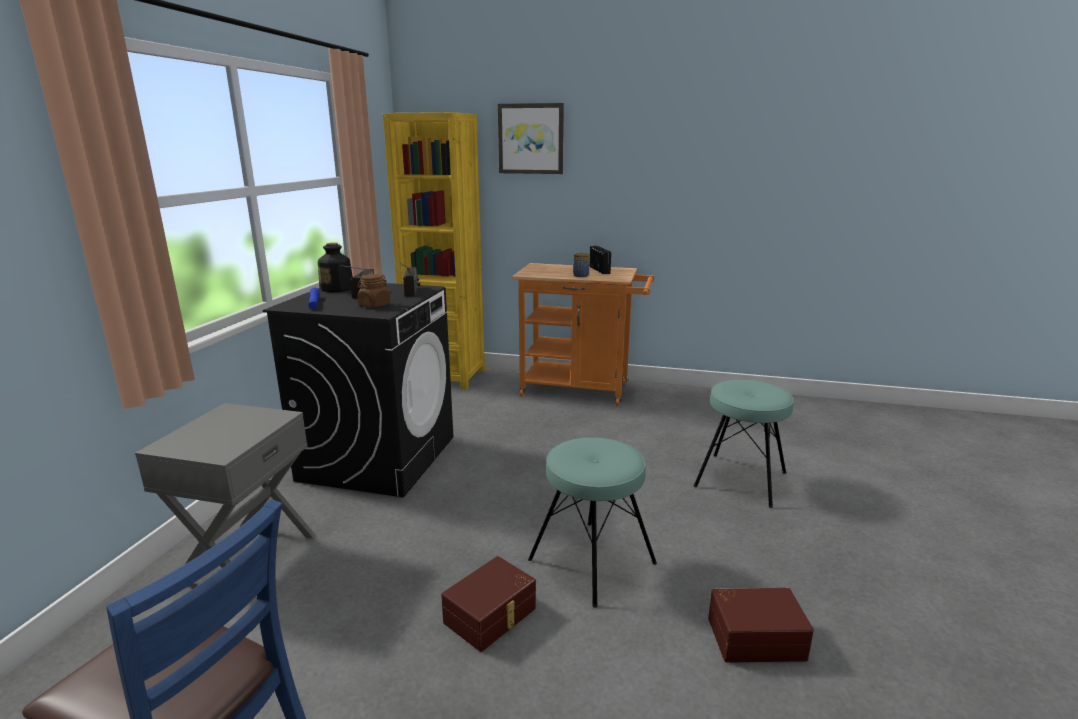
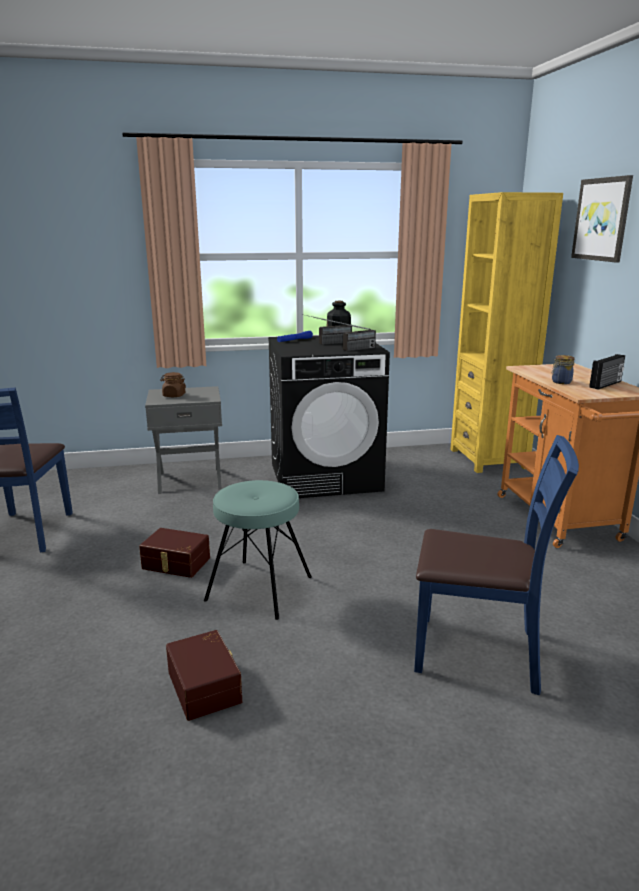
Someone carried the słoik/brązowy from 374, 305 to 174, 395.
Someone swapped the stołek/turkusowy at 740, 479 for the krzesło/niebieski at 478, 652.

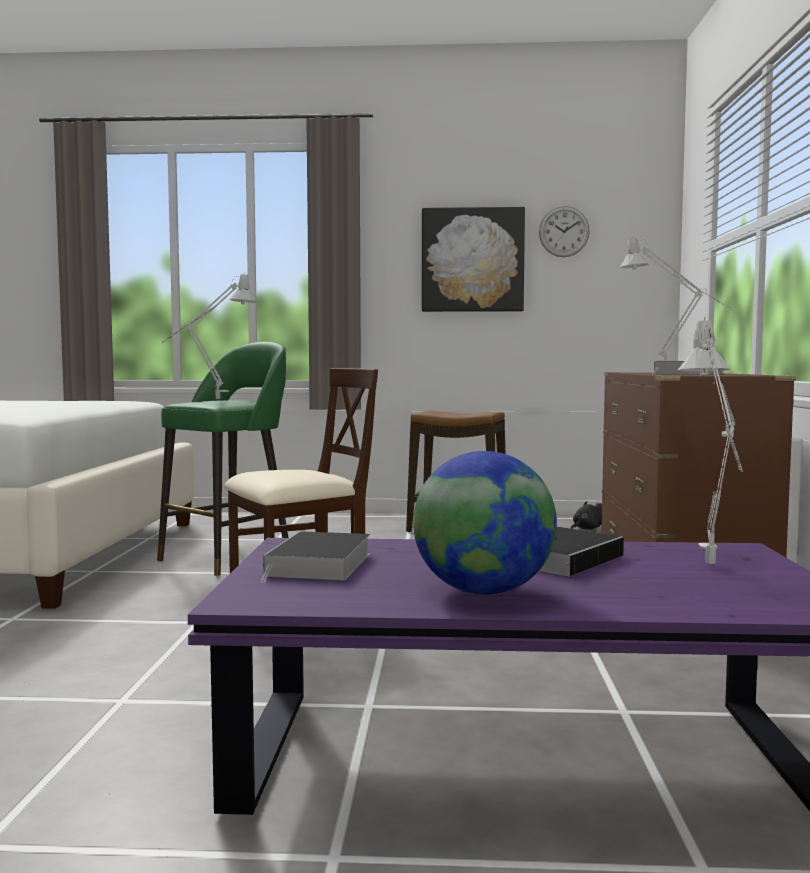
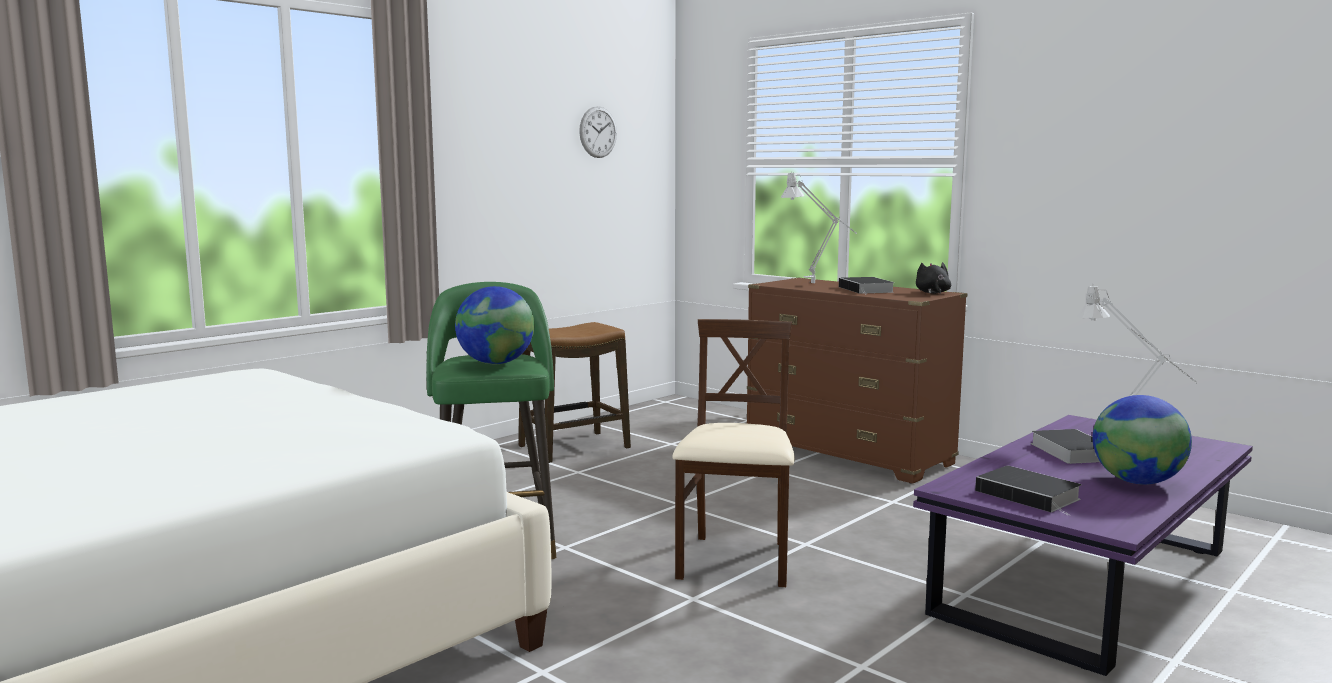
Someone swapped the lampa stołowa/szary at 211, 401 for the globus at 496, 363.
Someone carried the pluszak/czarny from 586, 529 to 932, 293.
Someone took away the obraz at 472, 260.

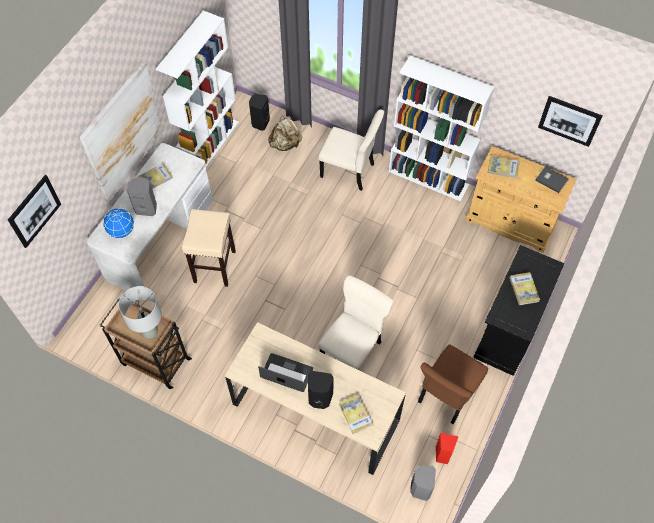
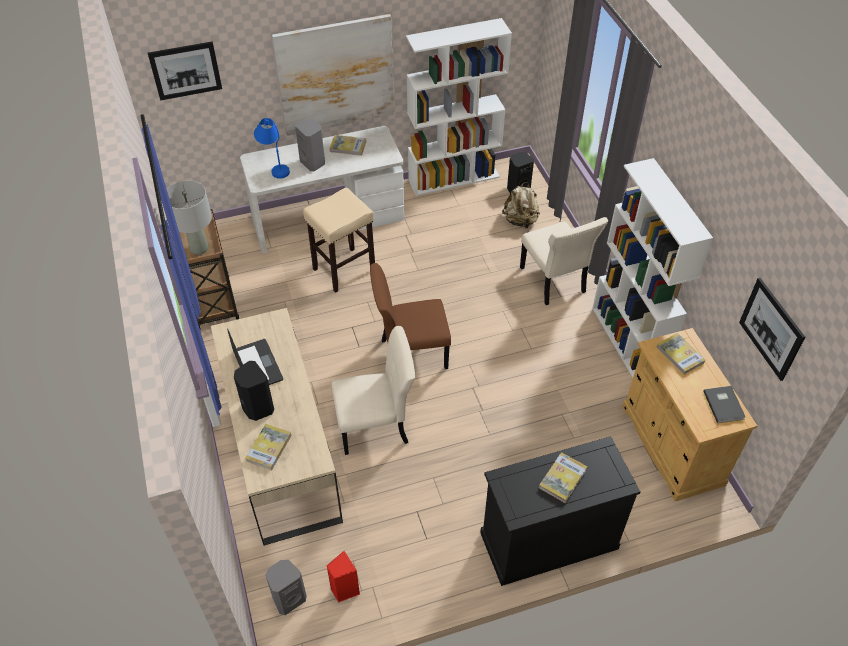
Someone swapped the globus at 122, 231 for the lampa stołowa/niebieski at 275, 165.
Someone carried the krzesło/brązowy from 446, 395 to 410, 354.

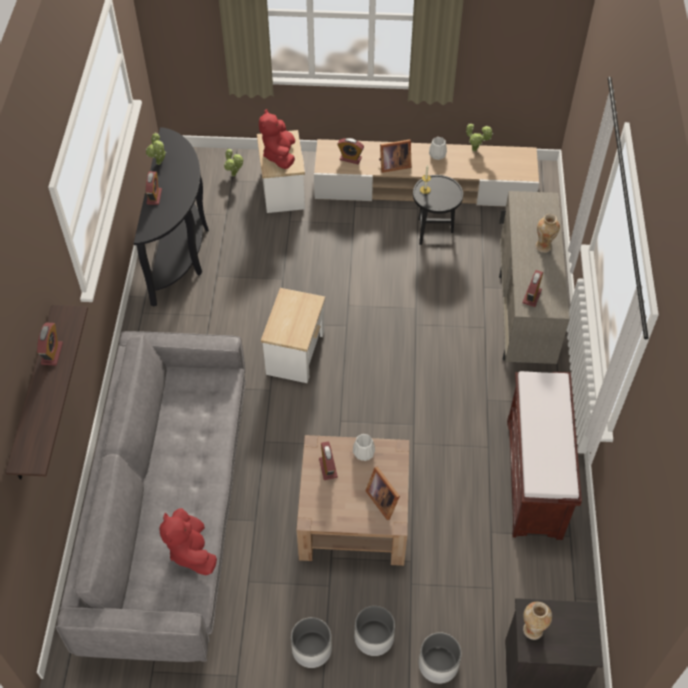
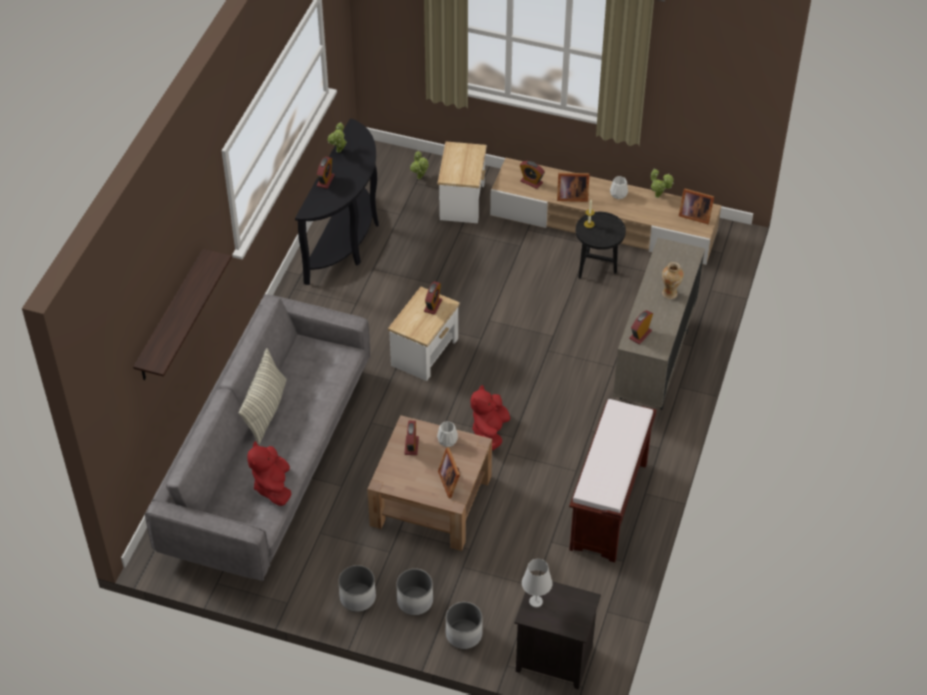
Someone put down the poduszka at 265, 410.
Someone carried the budzik from 52, 353 to 433, 306.
Someone carried the pluszak/czerwony from 279, 155 to 490, 431.
Someone swapped the wazon at 532, 629 for the lampa stołowa/biały at 536, 601.
Someone put down the ramka na zdjęcie at 694, 215.

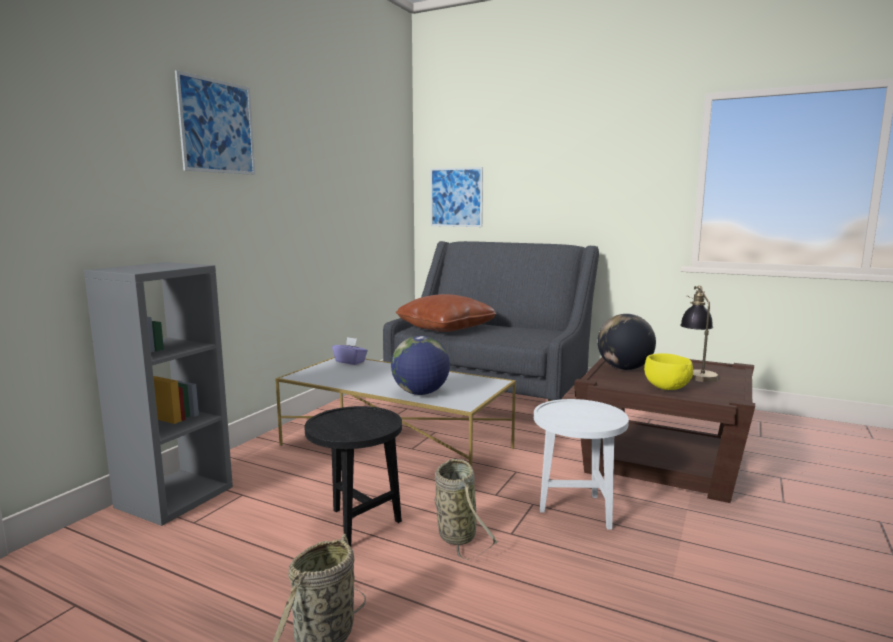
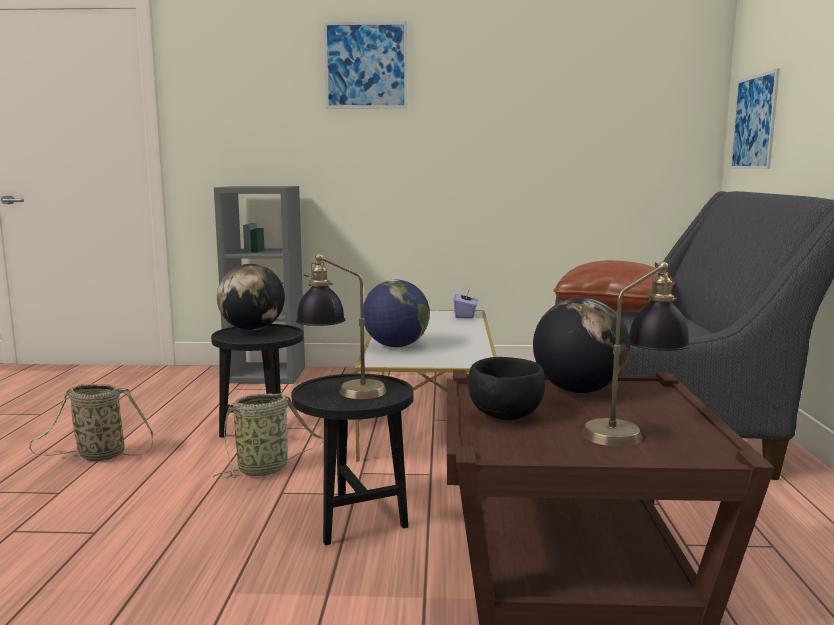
Someone put down the globus at 252, 329.
Someone repainted the stolik/biały at 575, 511, which became the stolik/czarny at 355, 519.
Someone put down the lampa stołowa at 342, 391.
Someone repainted the miska/żółty at 666, 388, which became the miska/czarny at 504, 416.

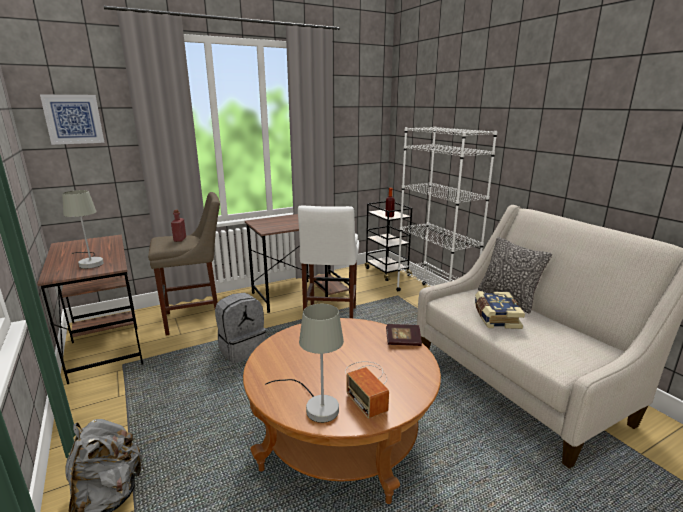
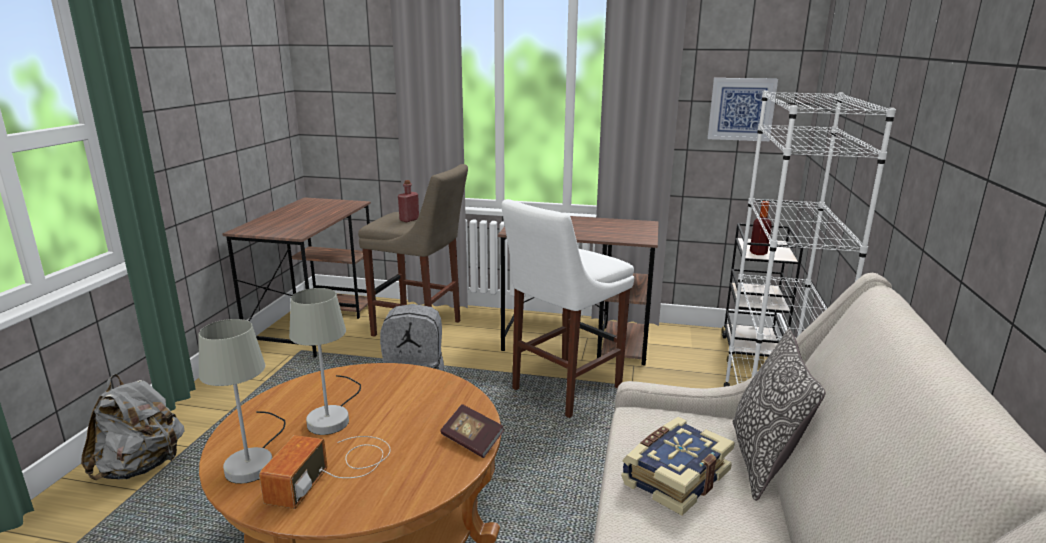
Someone carried the lampa stołowa/szary from 90, 262 to 333, 415.
Someone carried the obraz from 73, 119 to 741, 109.

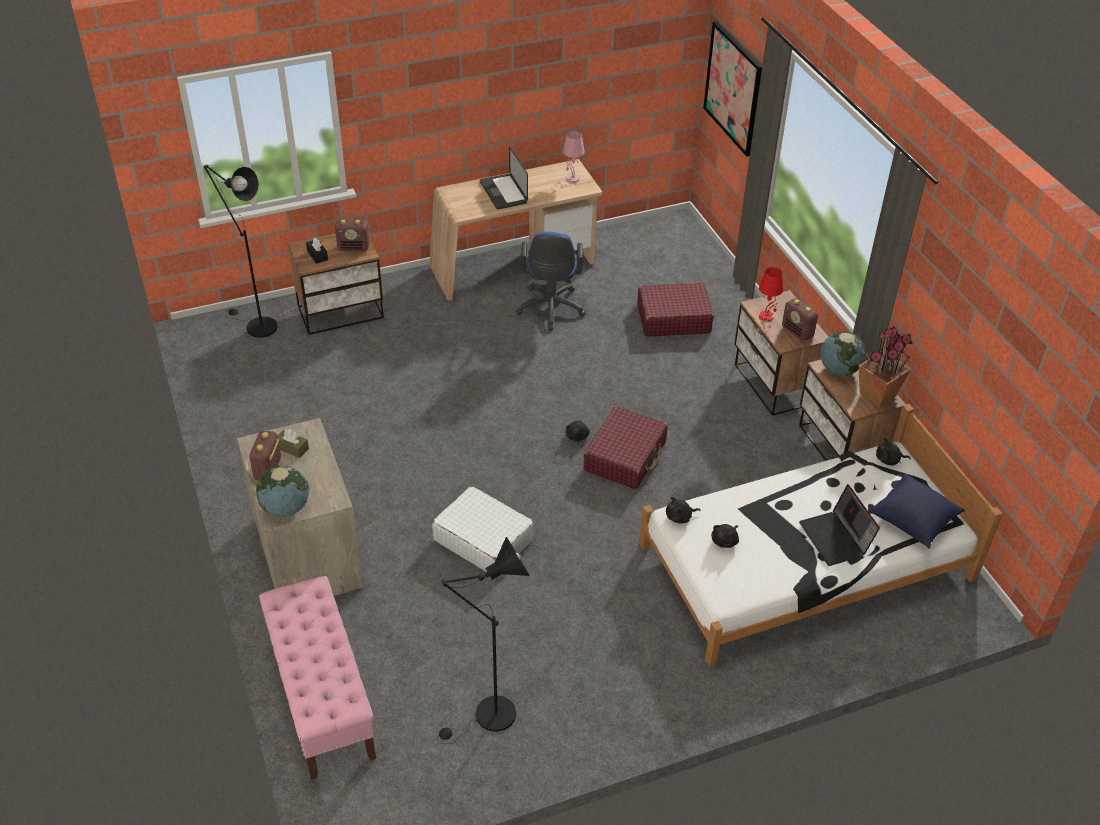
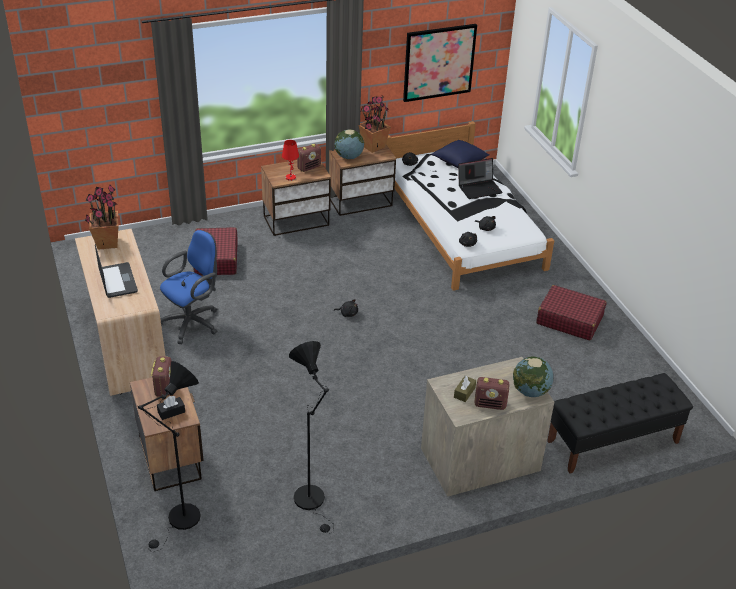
Someone swapped the lampa stołowa/różowy at 572, 179 for the roślina doniczkowa at 107, 243.
Someone rotated the laptop at 503, 192 by 90 degrees counterclockwise.
Someone rotated the krzesło biurowe/niebieski at 550, 310 by 45 degrees counterclockwise.
Someone carried the lampa stojąca/czarny from 488, 718 to 312, 502.
Someone carried the obraz from 733, 88 to 439, 62.
Someone carried the walizka/czerwony from 625, 456 to 569, 320.
Someone repainted the ławka/różowy at 321, 696, which became the ławka/czarny at 612, 442.
Someone took away the walizka/biały at 483, 540.

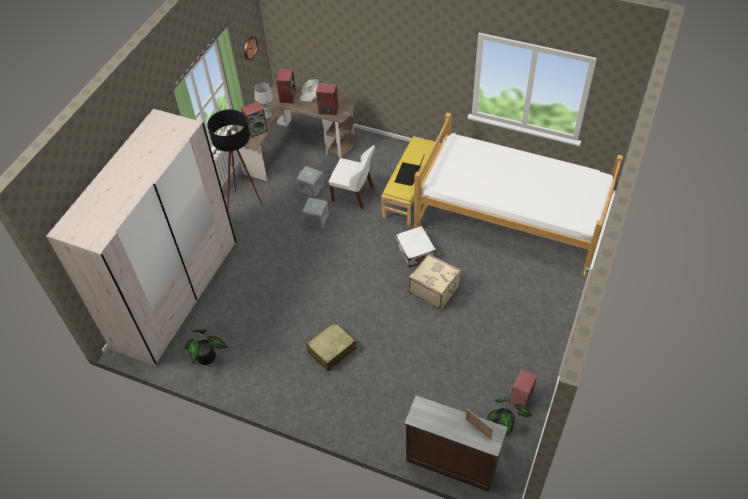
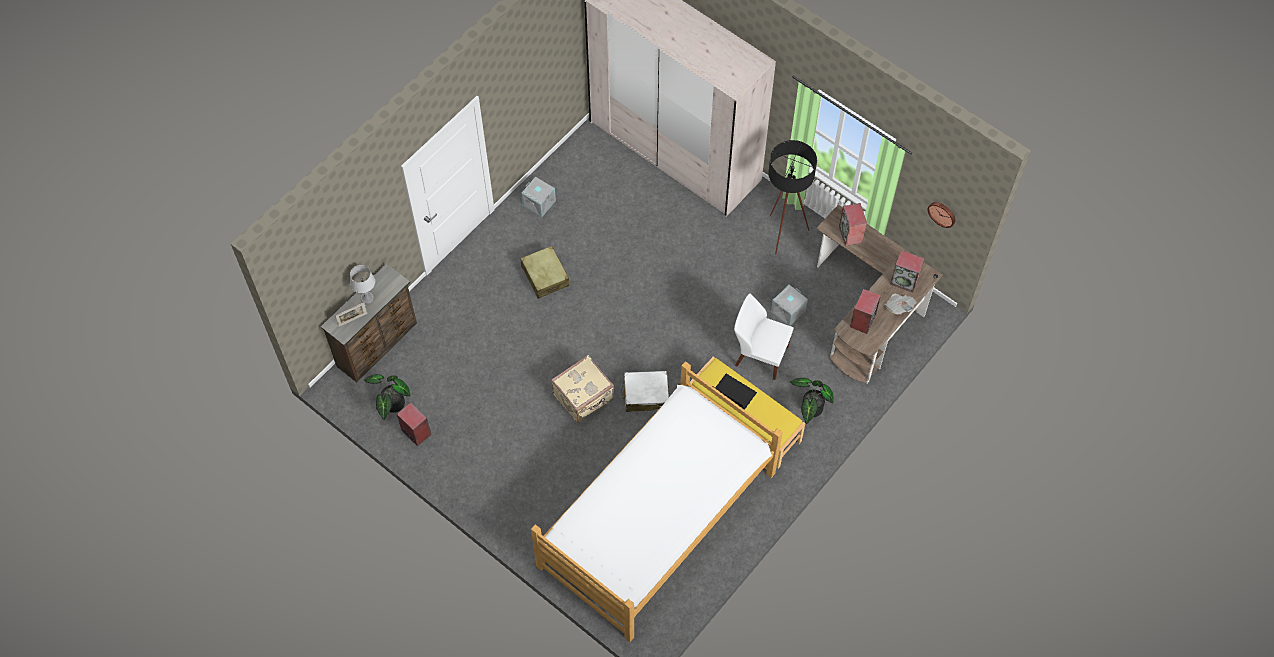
Someone carried the lampa stołowa/szary from 267, 115 to 367, 298.
Someone carried the pojemnik do przechowywania/szary from 316, 219 to 539, 203.
Someone rotated the krzesło/biały at 354, 194 by 75 degrees clockwise.
Someone carried the roślina doniczkowa from 208, 358 to 810, 409.

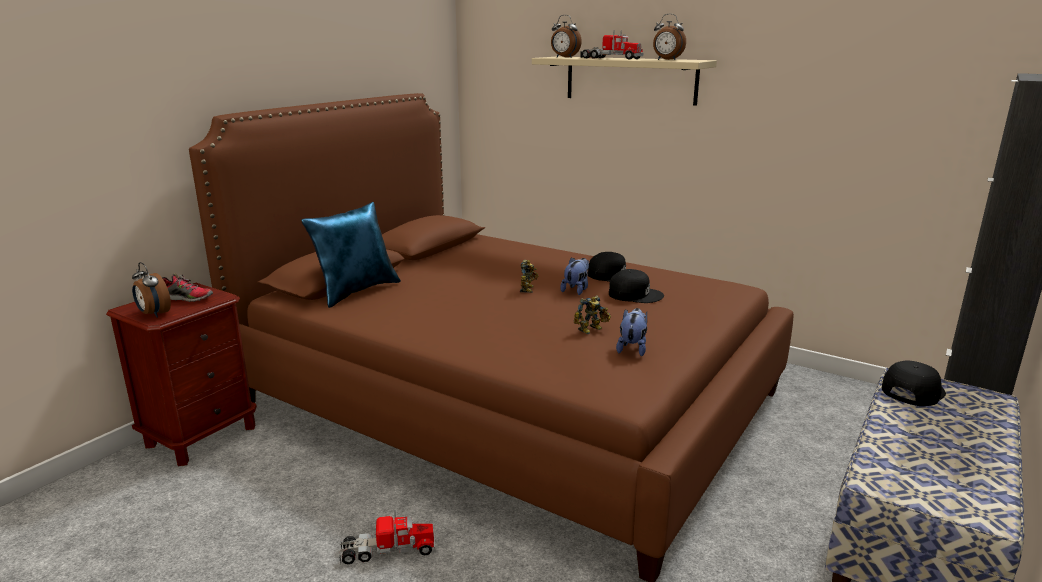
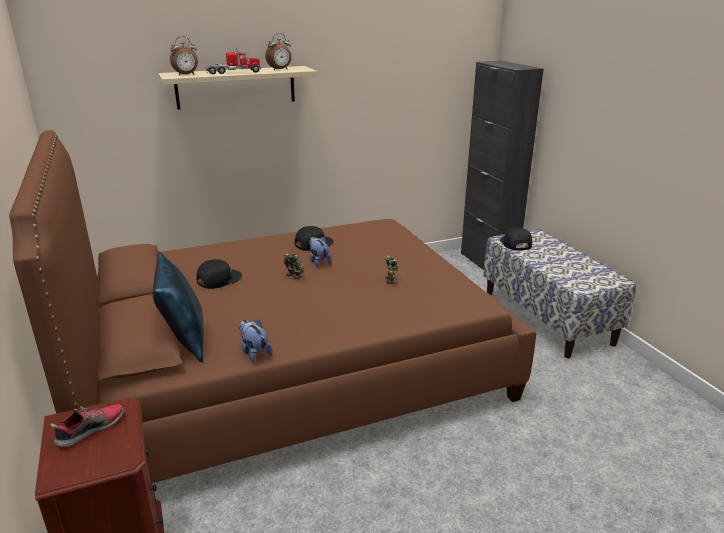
Someone carried the czapka z daszkiem/czarny from 635, 294 to 218, 279.
Someone carried the pluszak from 632, 348 to 254, 353.
Someone took away the budzik at 154, 314.
Someone took away the ciężarówka zabawkowa at 387, 550.

